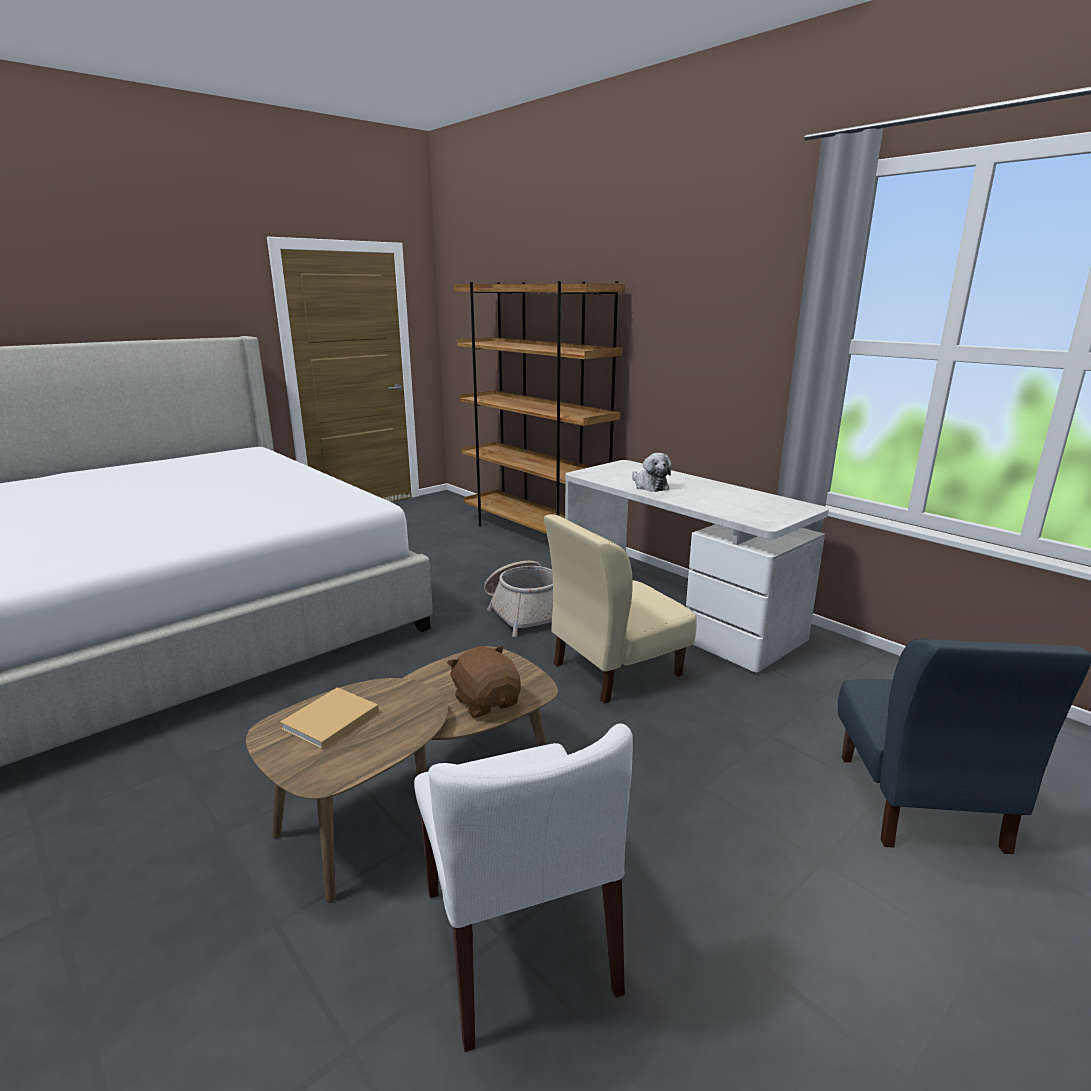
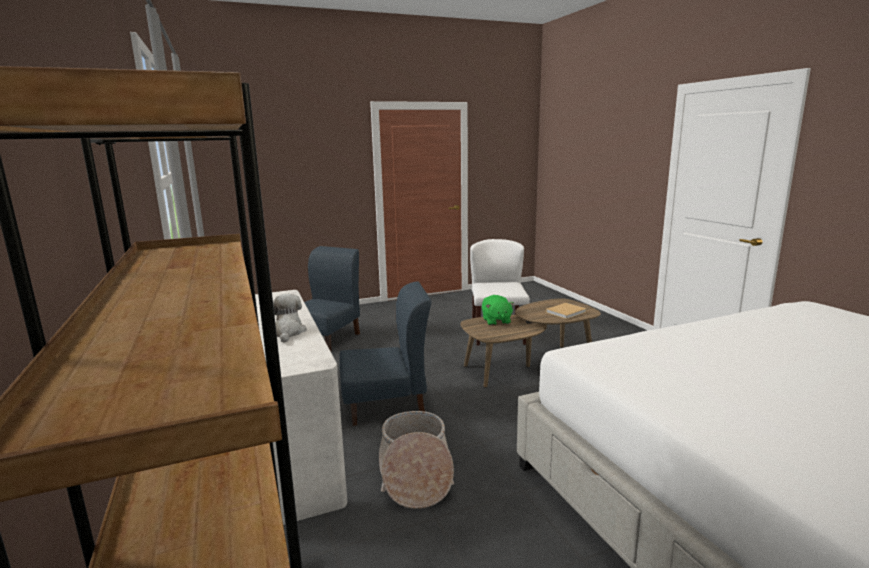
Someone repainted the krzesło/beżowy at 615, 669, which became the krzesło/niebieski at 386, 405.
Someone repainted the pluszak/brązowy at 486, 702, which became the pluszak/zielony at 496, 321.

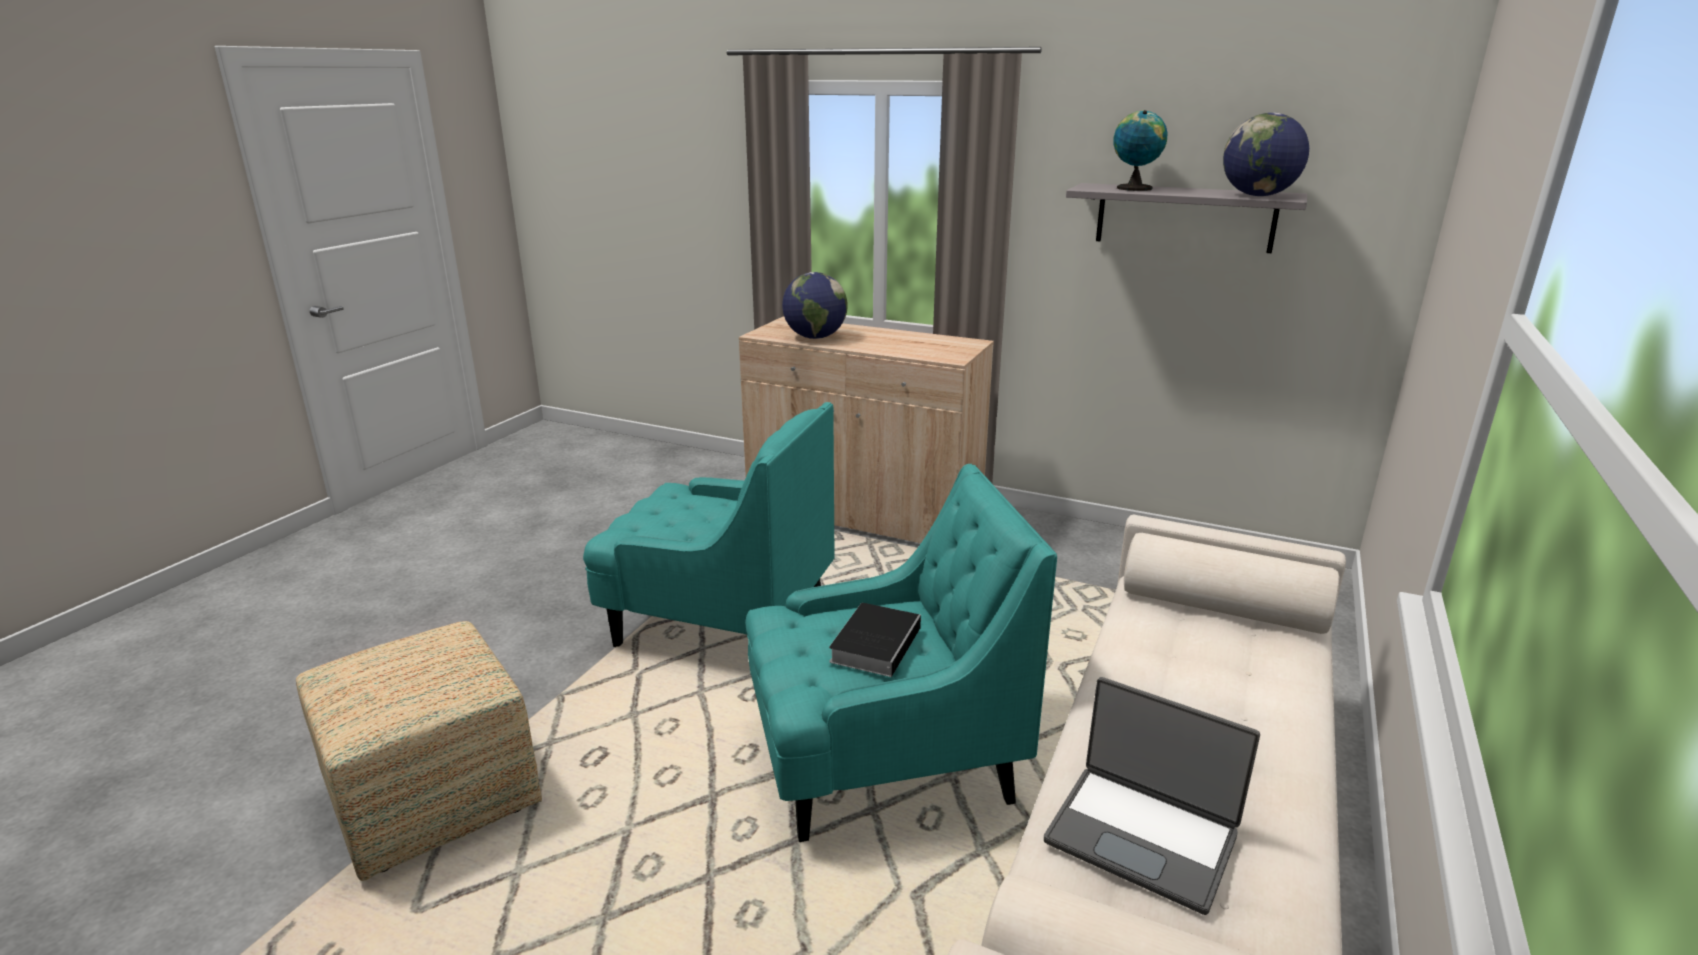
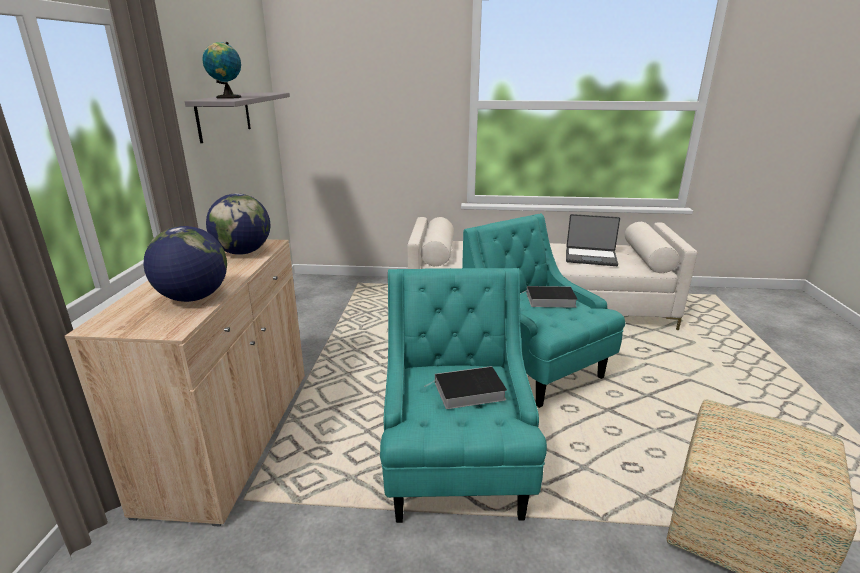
Someone carried the globus from 1258, 196 to 243, 252.
Someone put down the książka at 467, 392.
Someone rotated the laptop at 1142, 836 by 90 degrees clockwise.

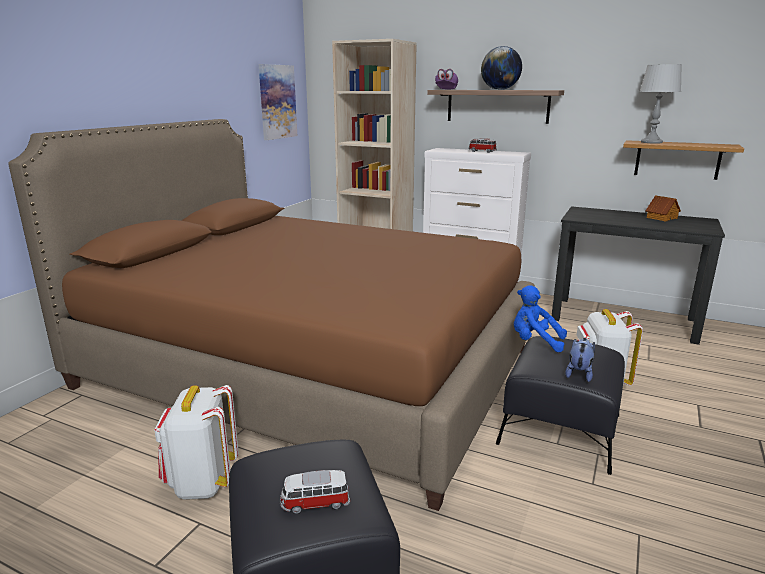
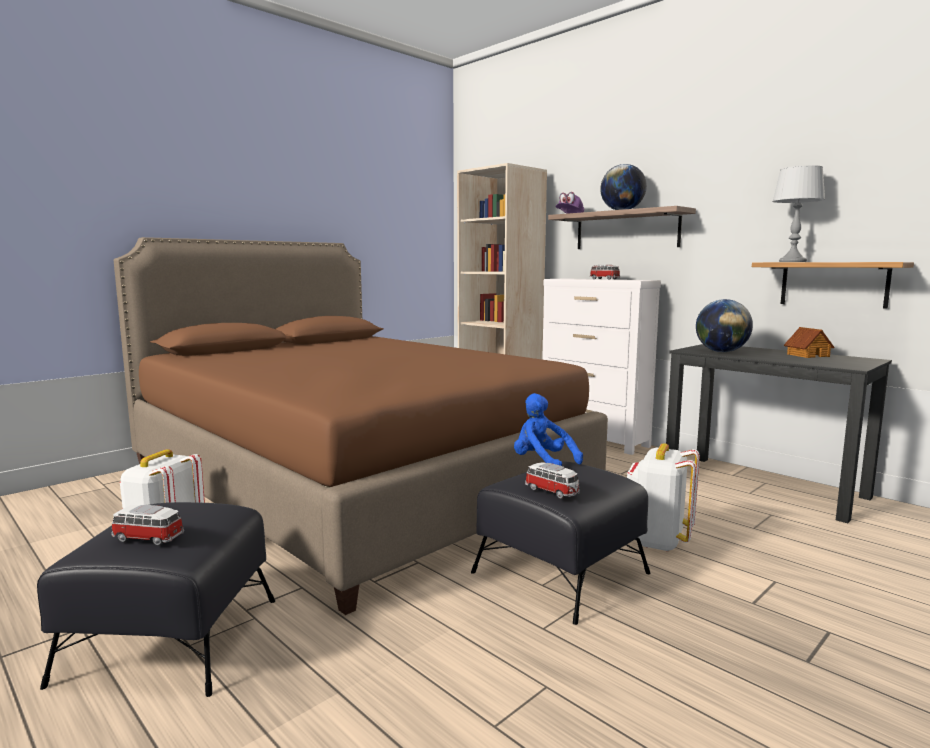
Someone swapped the pluszak at 579, 373 for the samochodzik at 552, 492.
Someone put down the globus at 721, 352.
Someone took away the obraz at 277, 102.

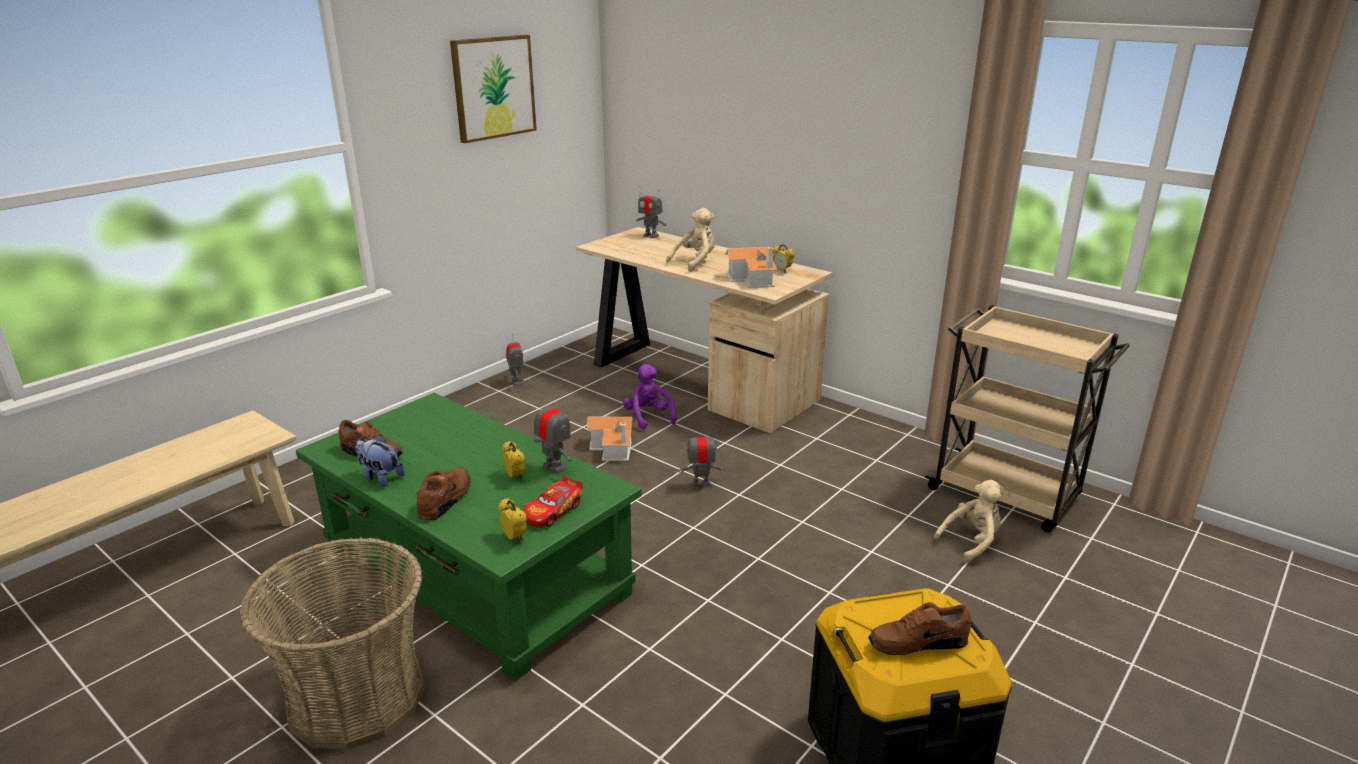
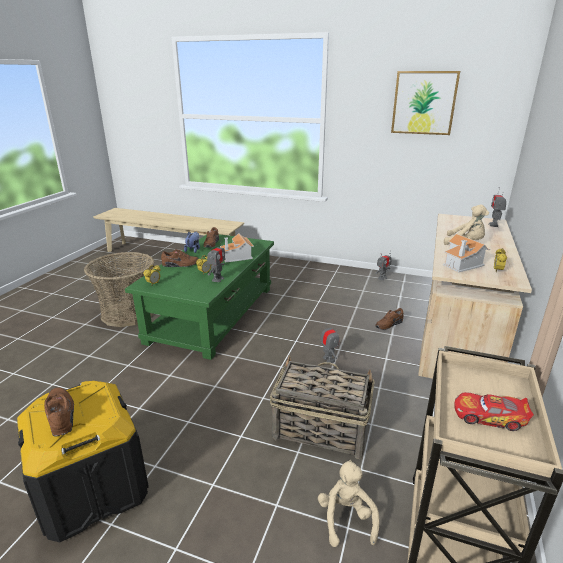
Someone carried the domek from 614, 448 to 237, 256.
Someone put down the koszyk at 320, 429.
Someone rotated the pluszak/beżowy at 971, 542 by 135 degrees counterclockwise.
Someone swapped the pluszak/fioletowy at 648, 417 for the but/brązowy at 388, 324.
Someone carried the samochodzik from 553, 511 to 488, 417.

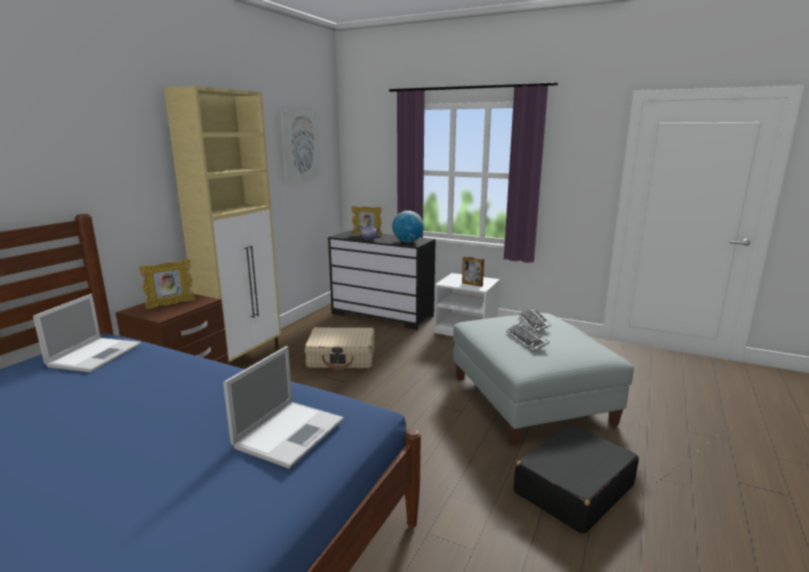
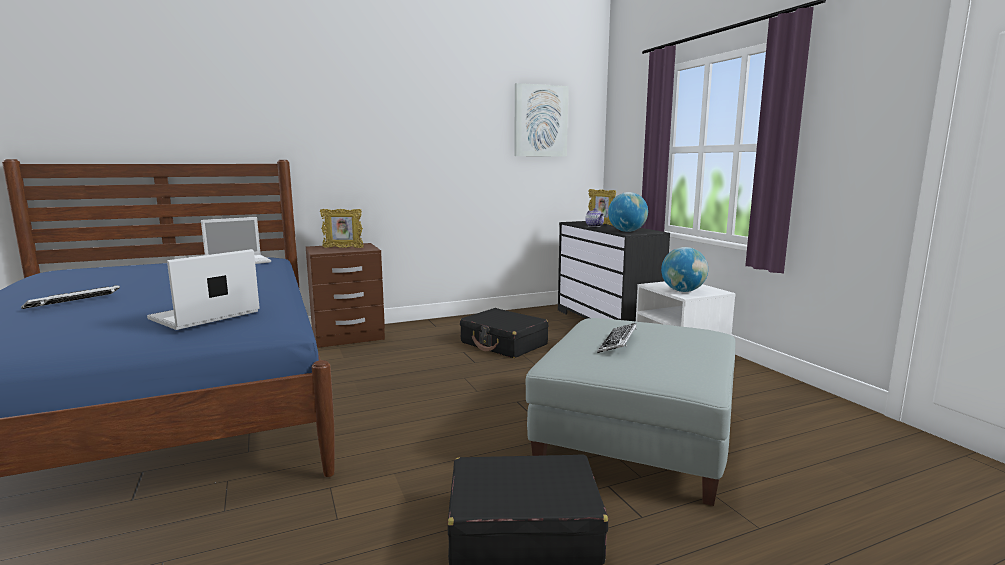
Someone carried the klawiatura from 534, 323 to 73, 303.
Someone rotated the laptop at 290, 432 by 150 degrees clockwise.
Someone repainted the walizka/beżowy at 342, 358, which became the walizka/czarny at 504, 344.
Someone swapped the ramka na zdjęcie at 472, 284 for the globus at 683, 291.
Someone took away the szafka/beżowy at 245, 360.

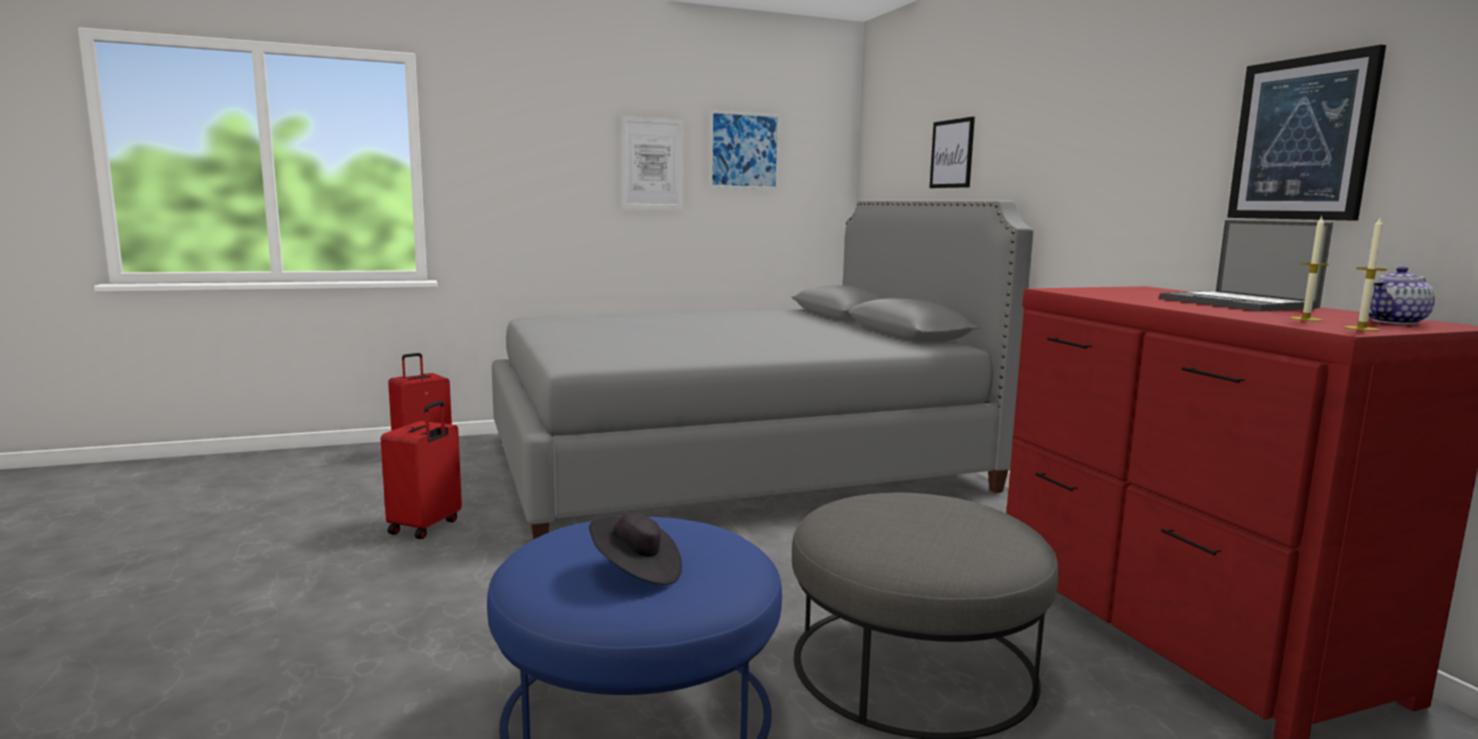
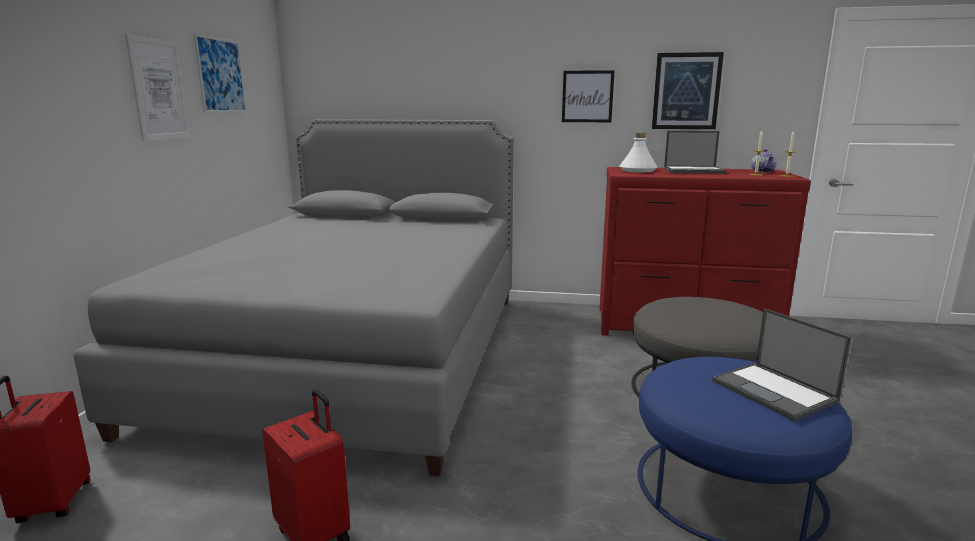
Someone carried the obraz from 952, 154 to 587, 96.
Someone put down the butelka/biały at 637, 170.
Someone swapped the kapelusz/czarny at 636, 572 for the laptop at 775, 391.

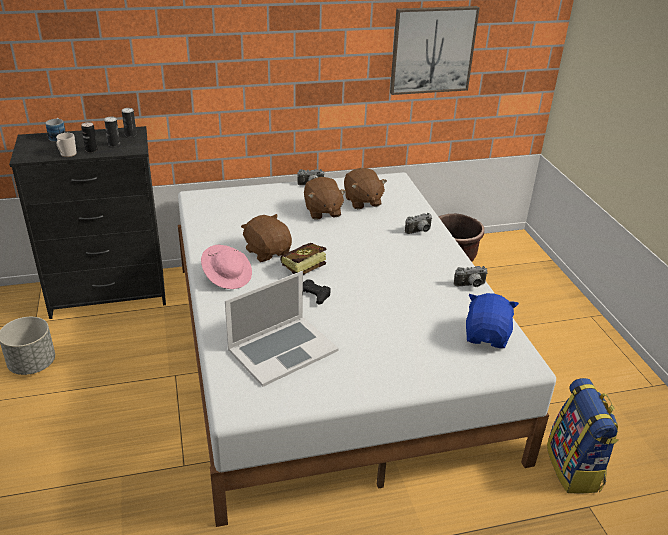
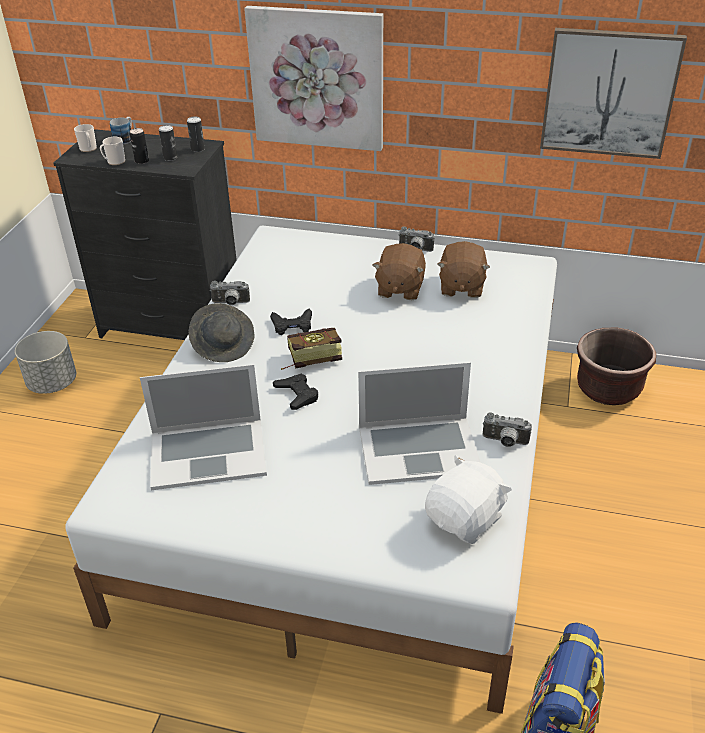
Someone put down the kubek at 88, 149.
Someone repainted the kapelusz/różowy at 227, 277, which became the kapelusz/szary at 224, 345.
Someone carried the aparat fotograficzny from 419, 232 to 230, 303.
Someone put up the obraz at 317, 78.
Someone swapped the pluszak/brązowy at 267, 252 for the pad do gier/czarny at 292, 325.
Someone put down the laptop at 418, 449.
Someone repainted the pluszak/niebieski at 487, 336, which became the pluszak/biały at 465, 519.

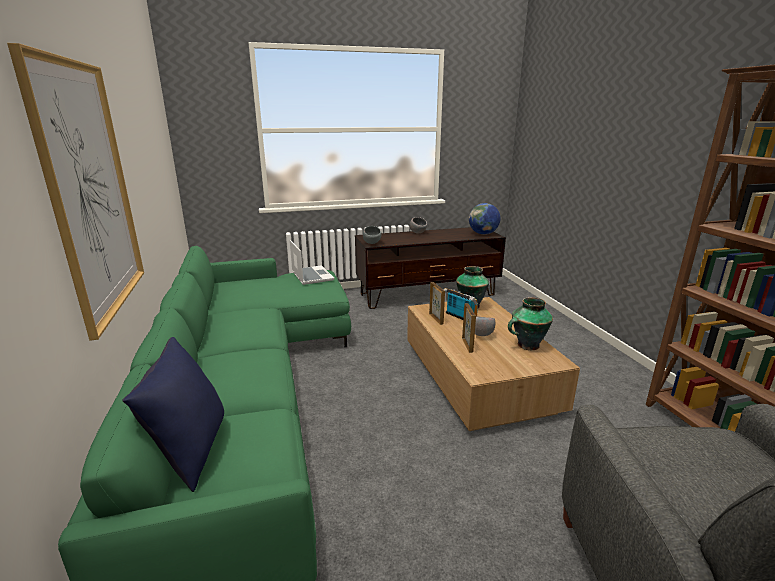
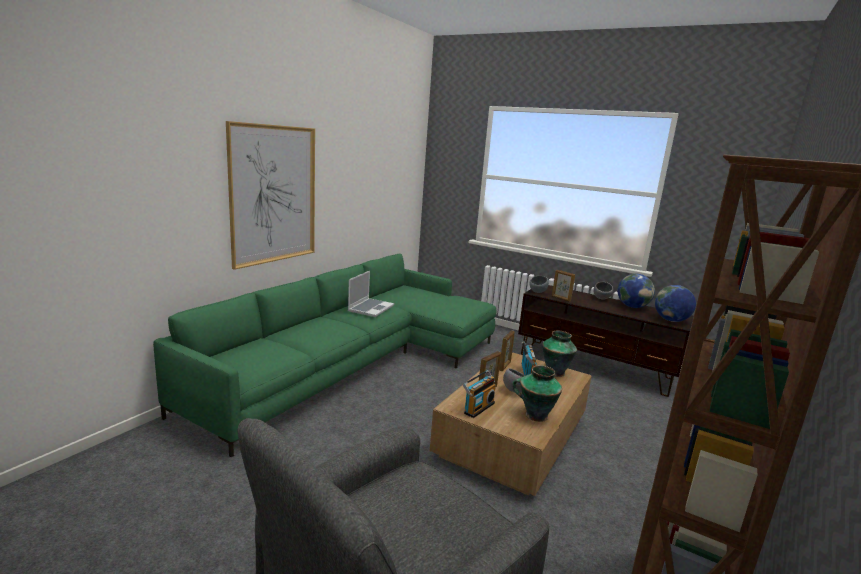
Someone carried the laptop from 311, 276 to 370, 308.
Someone put down the radio at 477, 407.
Someone put down the ramka na zdjęcie at 561, 298.
Someone put down the globus at 632, 306.
Someone took away the poduszka/niebieski at 190, 452.

